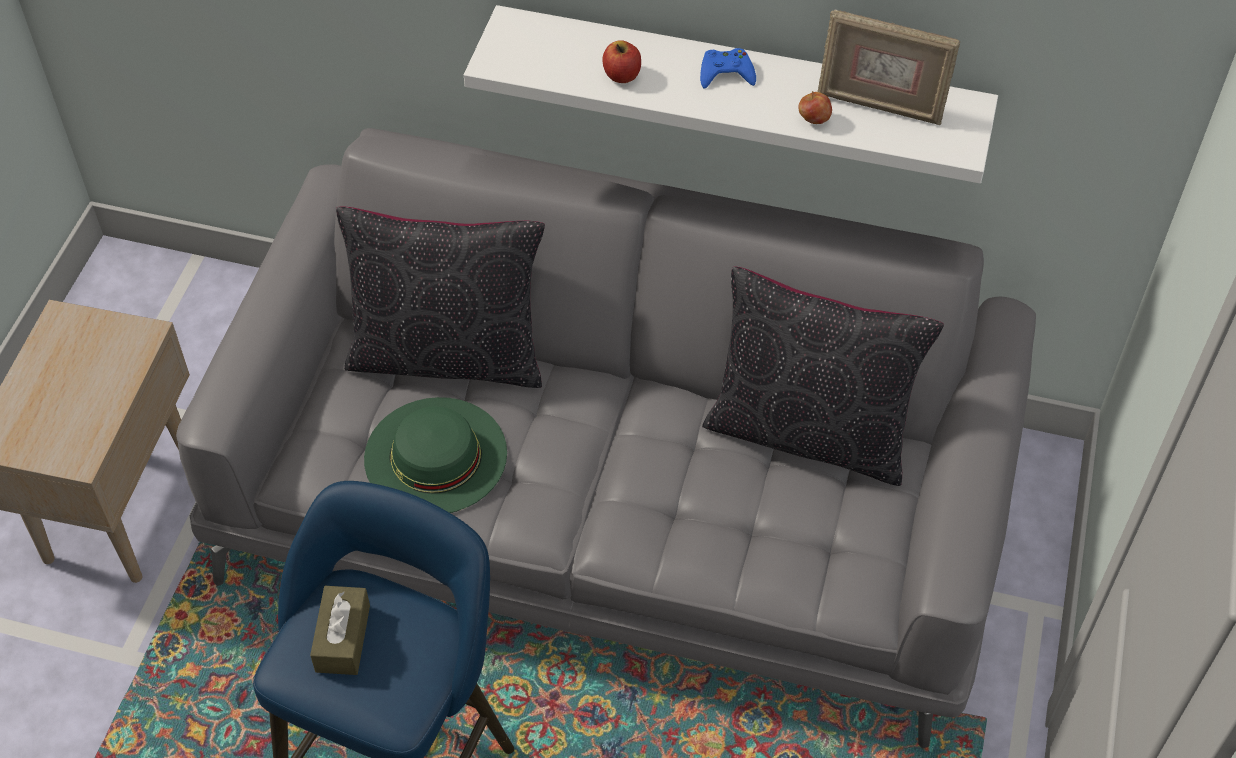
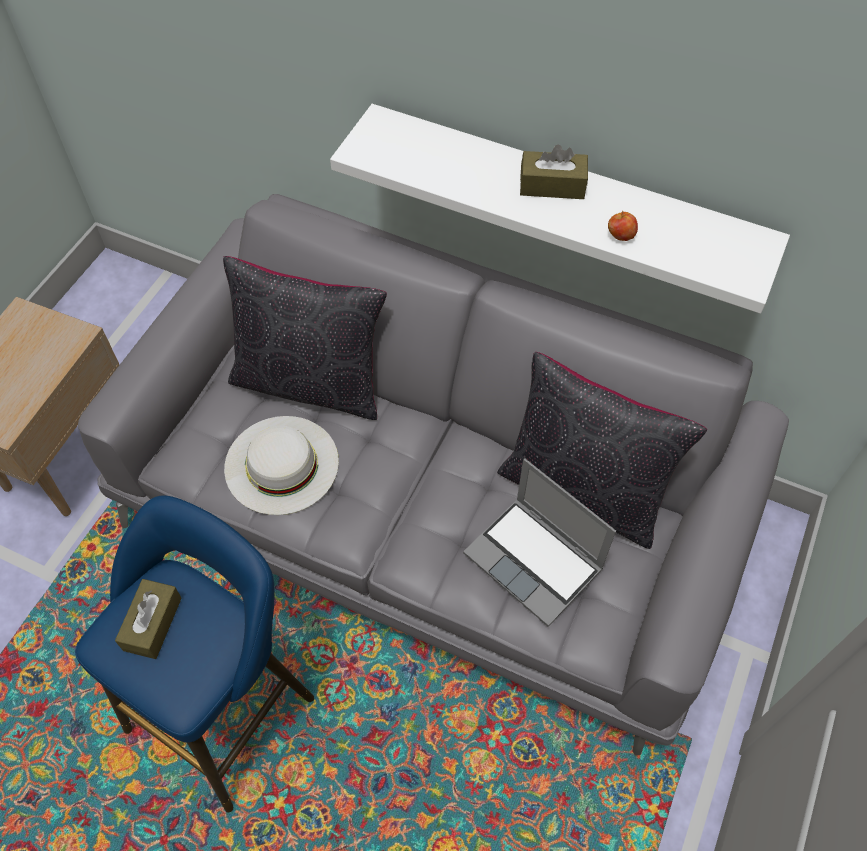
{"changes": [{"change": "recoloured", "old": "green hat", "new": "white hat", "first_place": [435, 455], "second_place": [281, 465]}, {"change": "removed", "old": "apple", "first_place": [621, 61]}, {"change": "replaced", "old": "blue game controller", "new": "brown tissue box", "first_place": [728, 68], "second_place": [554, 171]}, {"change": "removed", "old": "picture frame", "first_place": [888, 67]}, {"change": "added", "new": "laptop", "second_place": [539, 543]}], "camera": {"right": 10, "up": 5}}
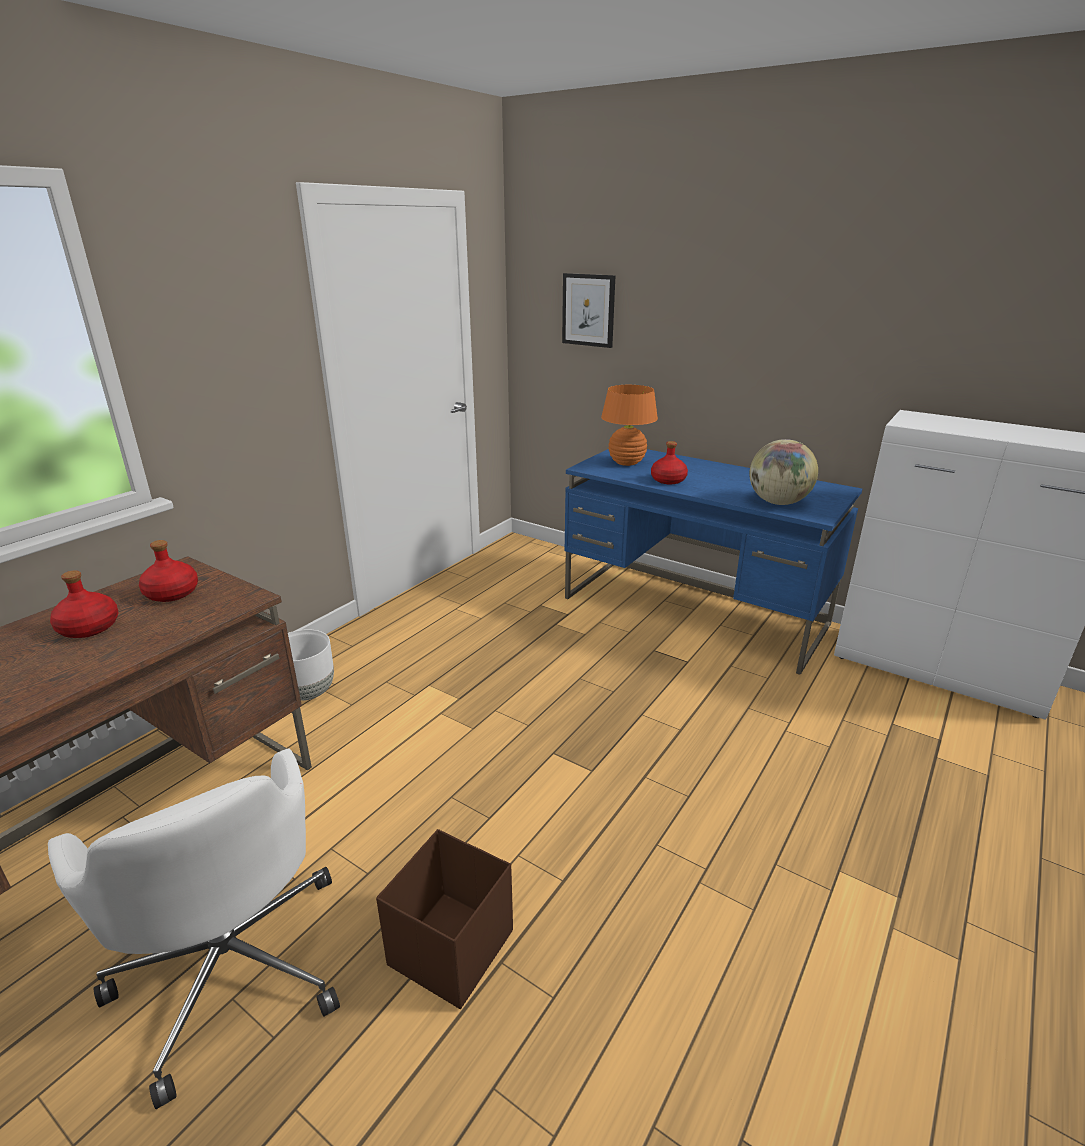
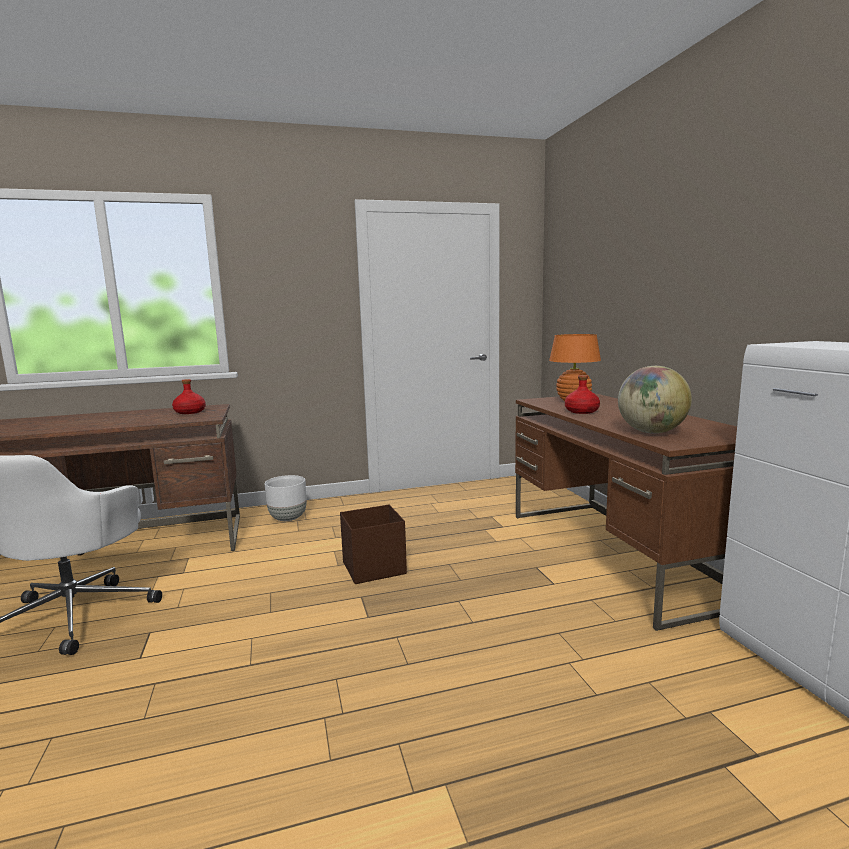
{"changes": [{"change": "removed", "old": "red bottle", "first_place": [84, 604]}, {"change": "moved", "old": "brown storage box", "first_place": [444, 919], "second_place": [373, 544]}, {"change": "removed", "old": "picture", "first_place": [588, 310]}, {"change": "recoloured", "old": "blue desk", "new": "brown desk", "first_place": [713, 562], "second_place": [626, 512]}], "camera": {"right": 40, "up": -15}}
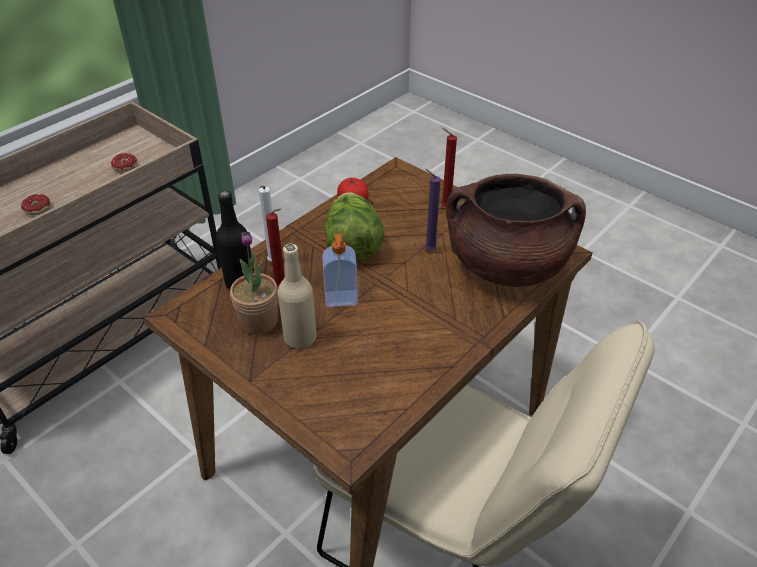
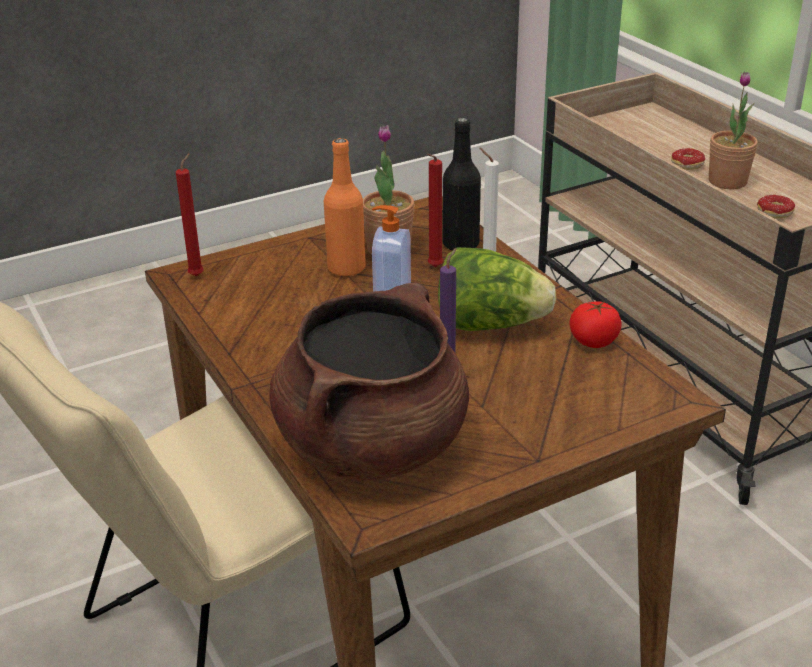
{"changes": [{"change": "recoloured", "old": "beige bottle", "new": "orange bottle", "first_place": [297, 296], "second_place": [345, 207]}, {"change": "moved", "old": "red candle", "first_place": [449, 167], "second_place": [190, 215]}, {"change": "added", "new": "potted plant", "second_place": [733, 130]}], "camera": {"right": 110, "up": -10}}
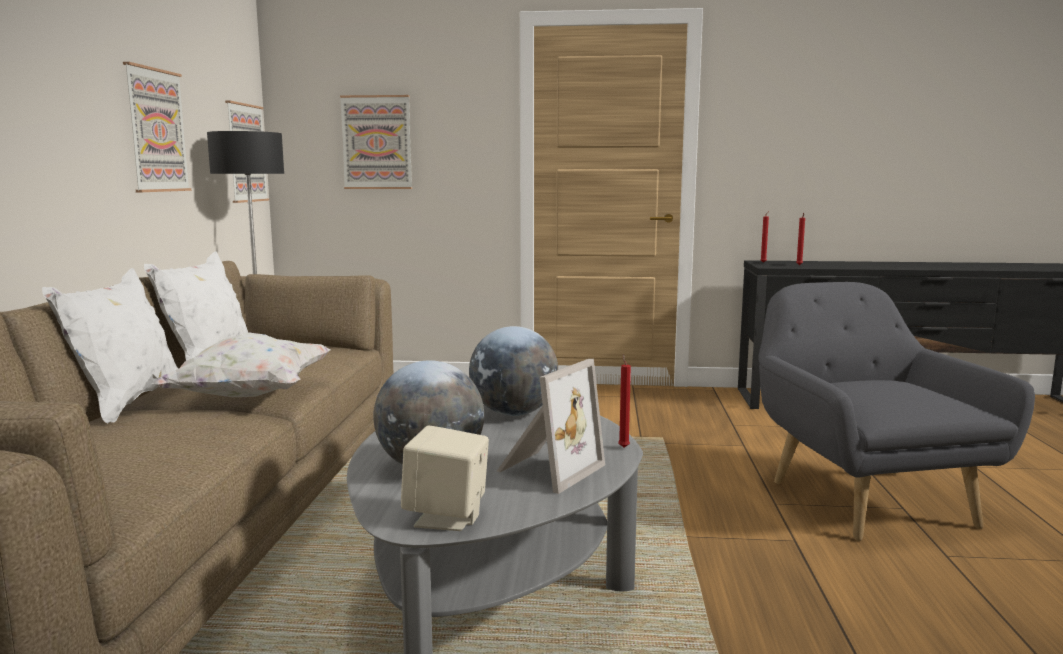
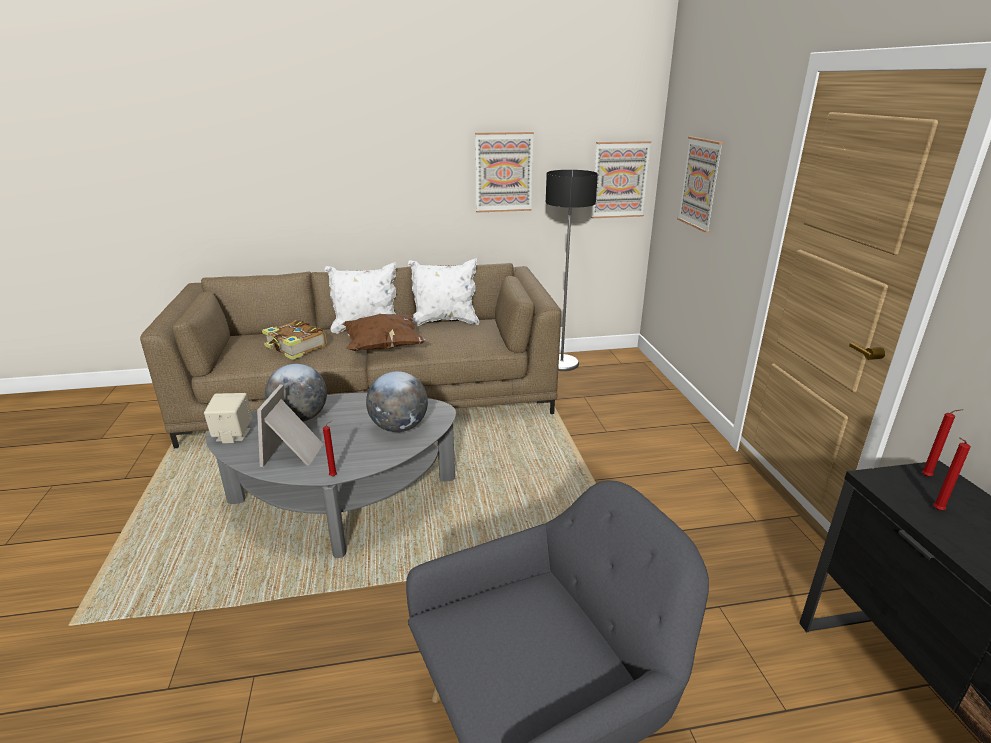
{"changes": [{"change": "recoloured", "old": "white pillow", "new": "brown pillow", "first_place": [240, 365], "second_place": [383, 332]}, {"change": "turned", "old": "picture frame", "first_place": [551, 426], "second_place": [290, 425], "degrees": 75}, {"change": "added", "new": "book", "second_place": [294, 340]}], "camera": {"right": 75, "up": 15}}
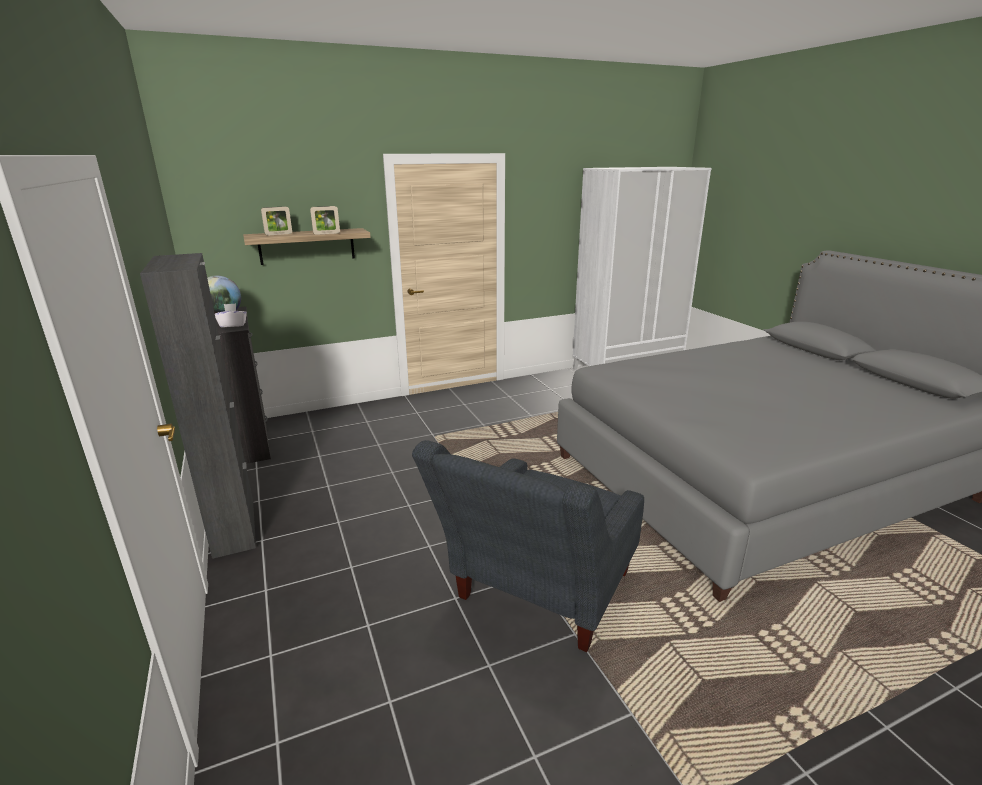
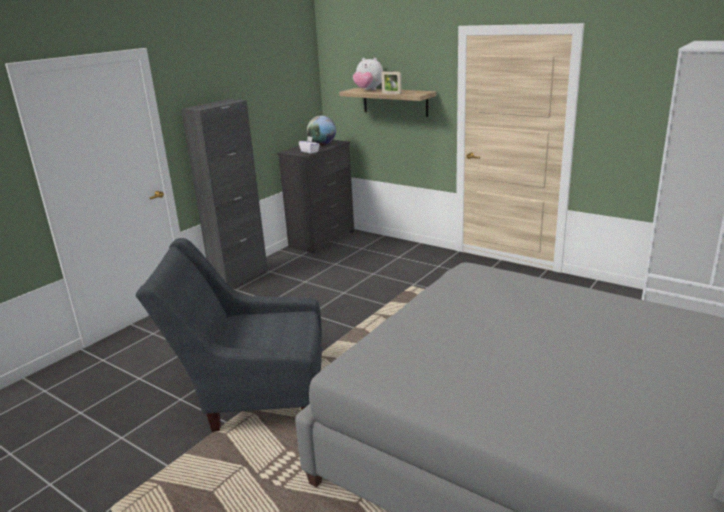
{"changes": [{"change": "replaced", "old": "picture frame", "new": "plush toy", "first_place": [276, 221], "second_place": [368, 74]}], "camera": {"right": 60, "up": 0}}
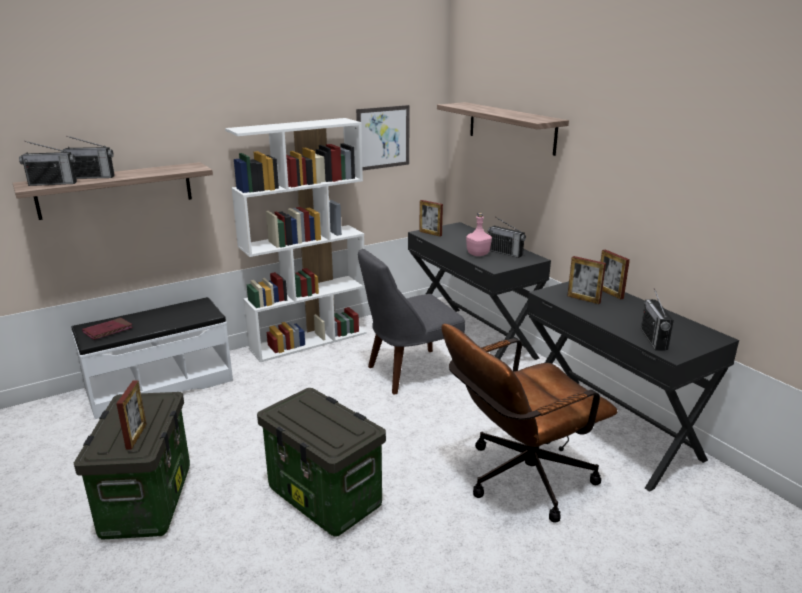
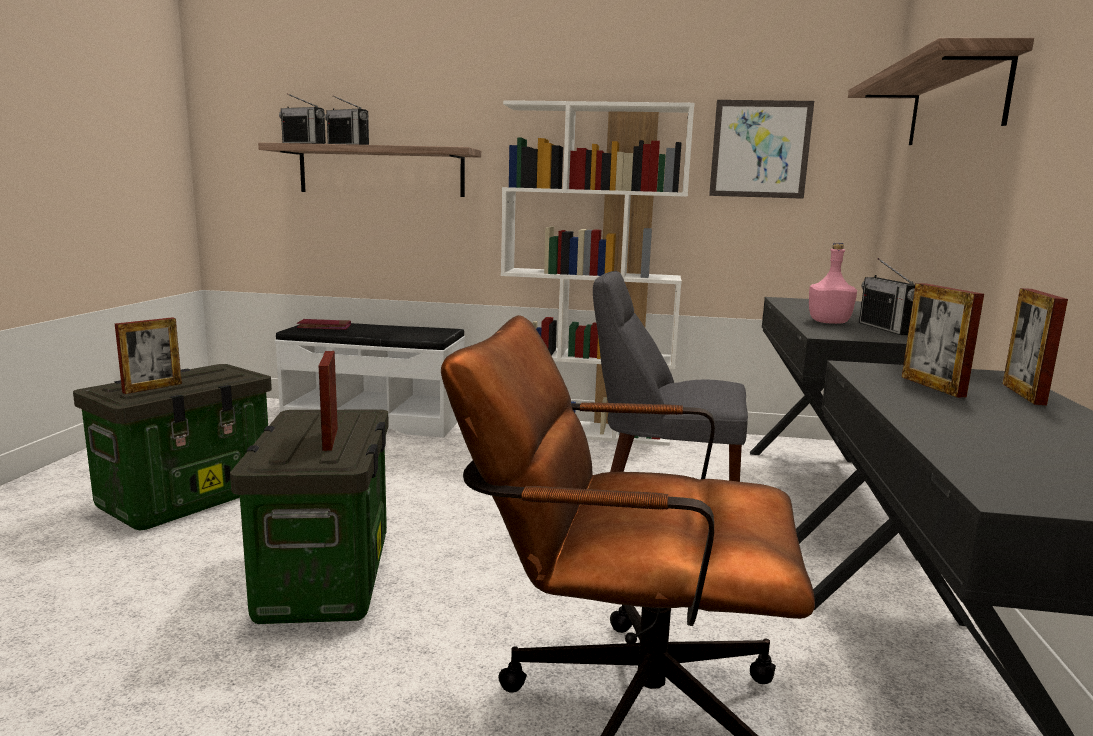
{"changes": [{"change": "moved", "old": "picture frame", "first_place": [431, 218], "second_place": [328, 401]}, {"change": "removed", "old": "radio", "first_place": [657, 319]}], "camera": {"right": 40, "up": -10}}
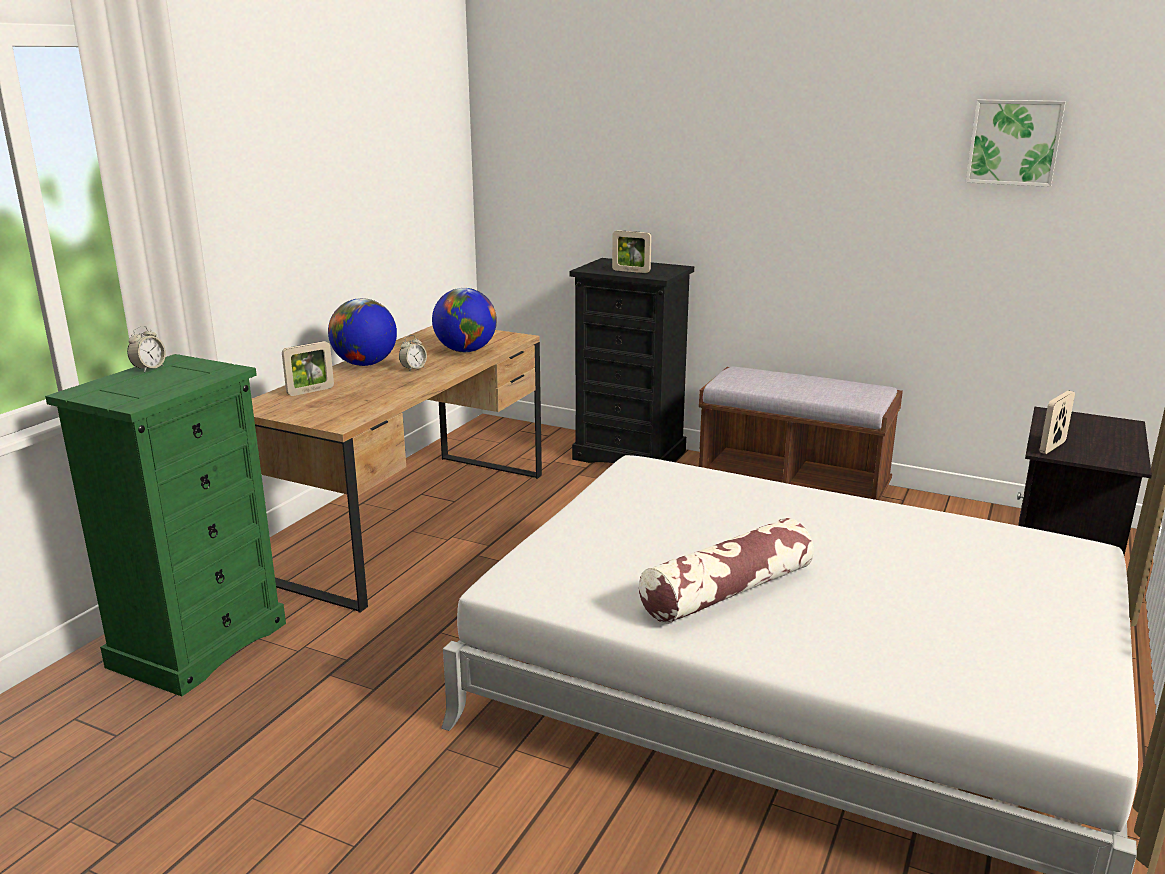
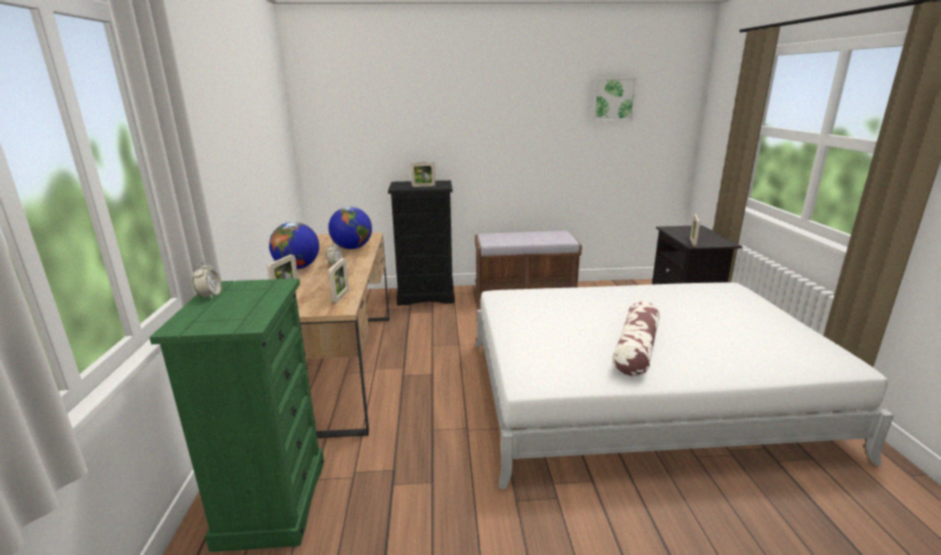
{"changes": [{"change": "added", "new": "picture frame", "second_place": [338, 281]}], "camera": {"right": -30, "up": 0}}
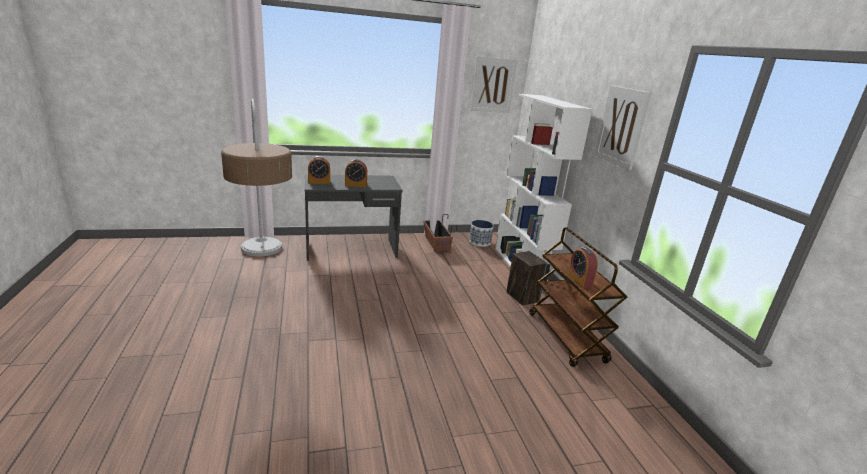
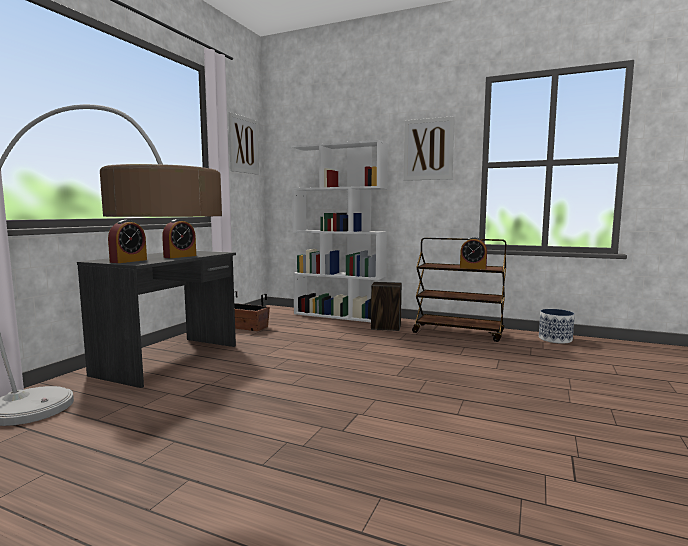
{"changes": [{"change": "moved", "old": "planter", "first_place": [481, 233], "second_place": [557, 326]}], "camera": {"right": -50, "up": -15}}
